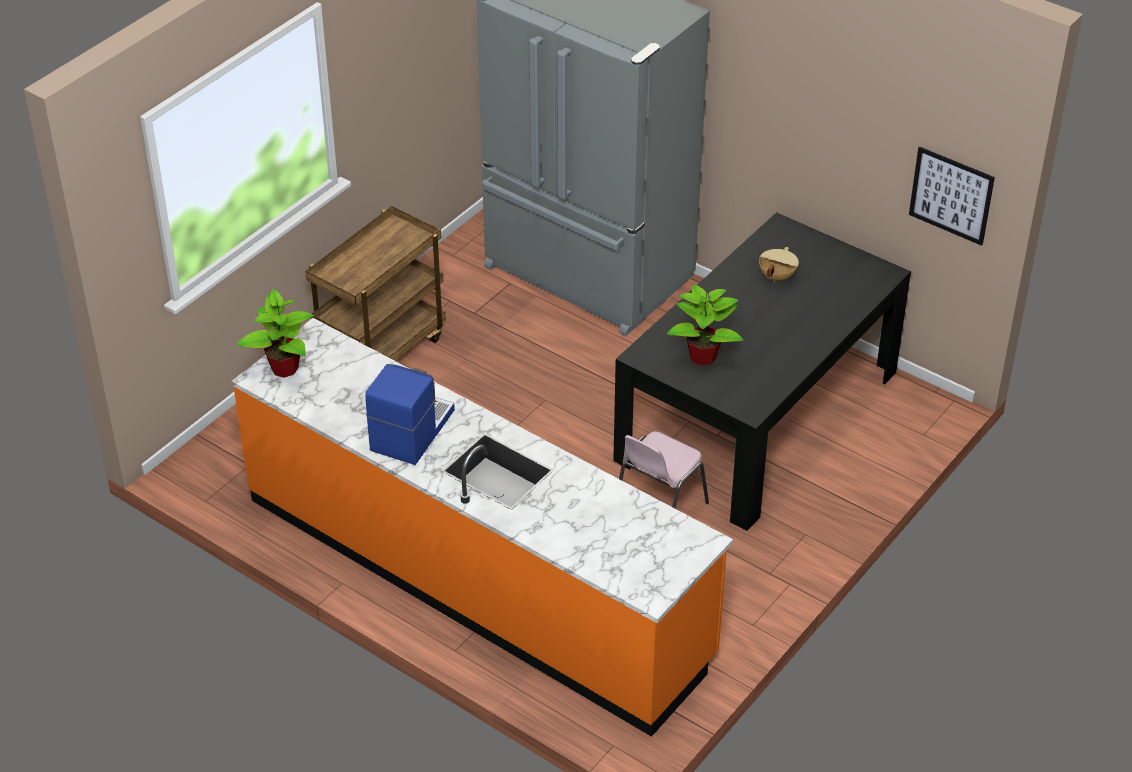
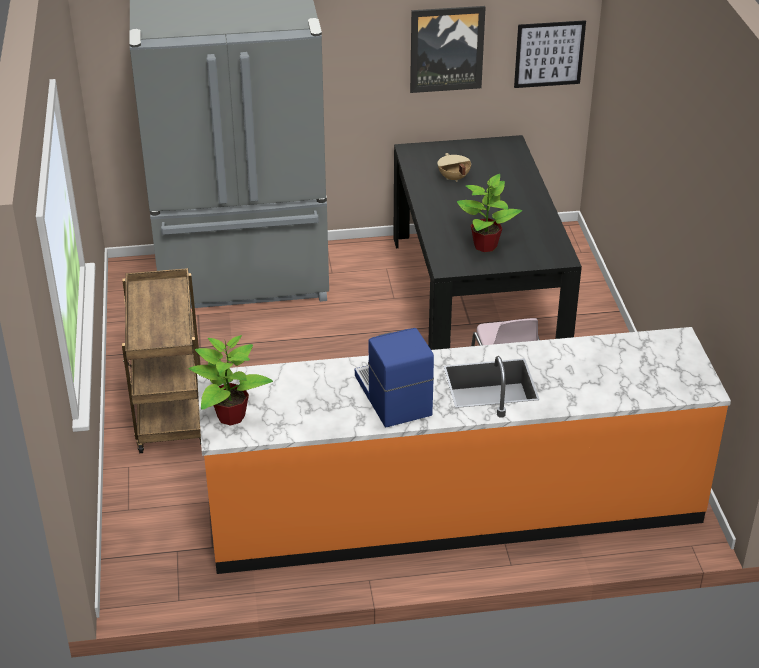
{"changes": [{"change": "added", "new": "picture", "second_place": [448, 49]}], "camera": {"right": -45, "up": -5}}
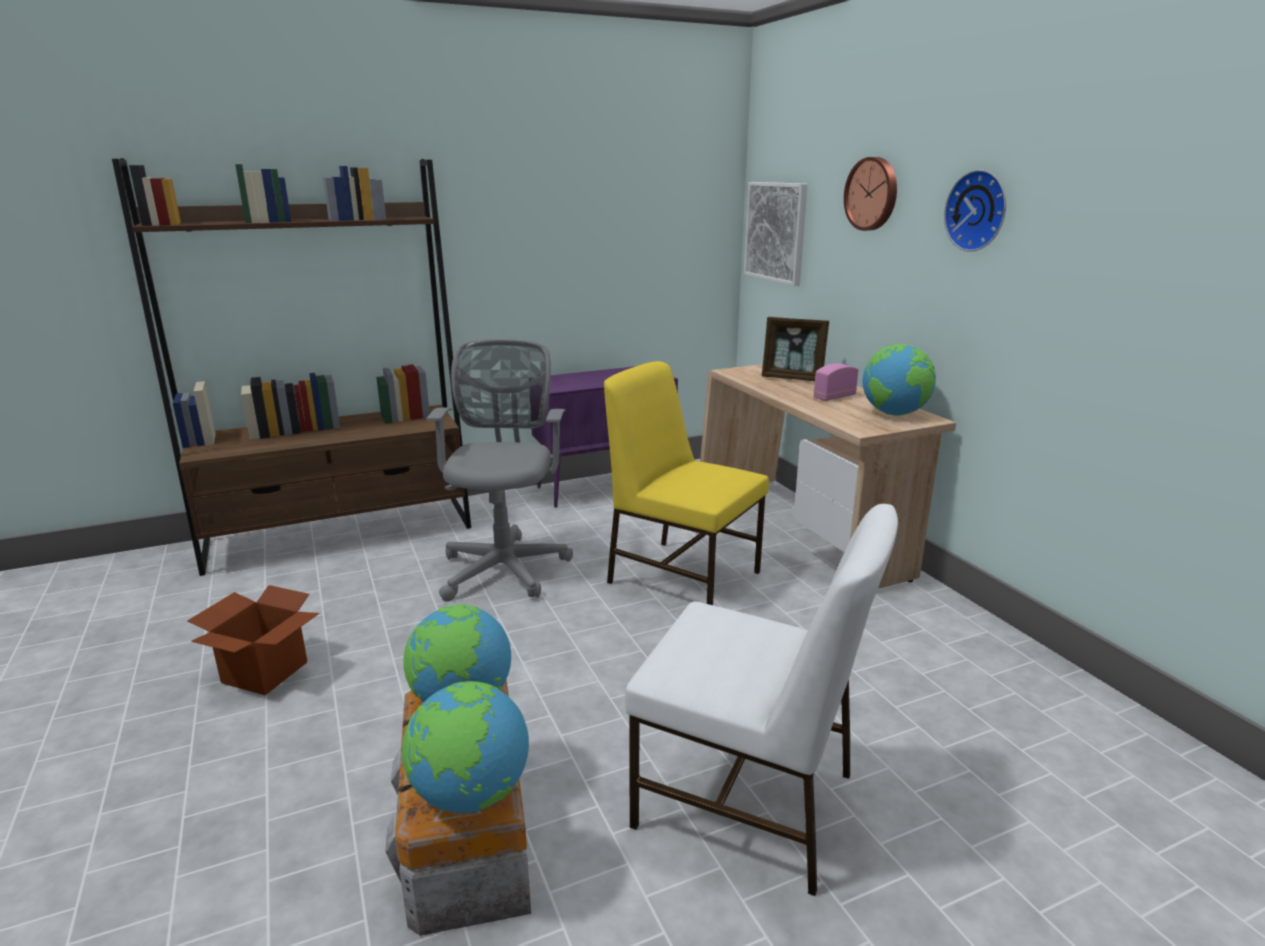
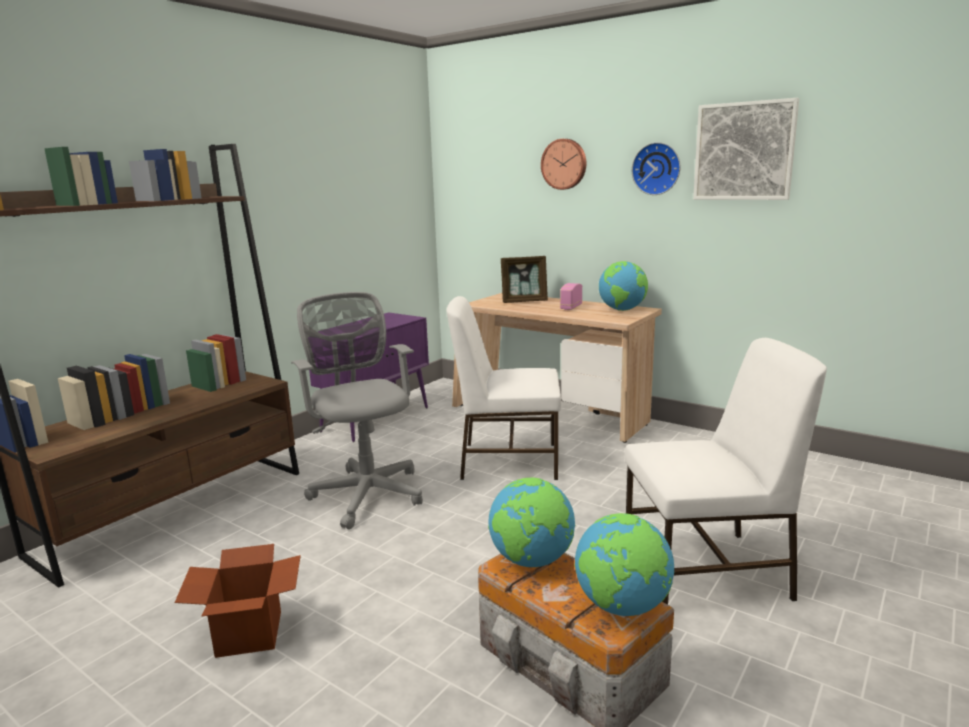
{"changes": [{"change": "recoloured", "old": "yellow chair", "new": "white chair", "first_place": [686, 483], "second_place": [503, 388]}, {"change": "moved", "old": "picture", "first_place": [776, 234], "second_place": [746, 149]}], "camera": {"right": -30, "up": -5}}
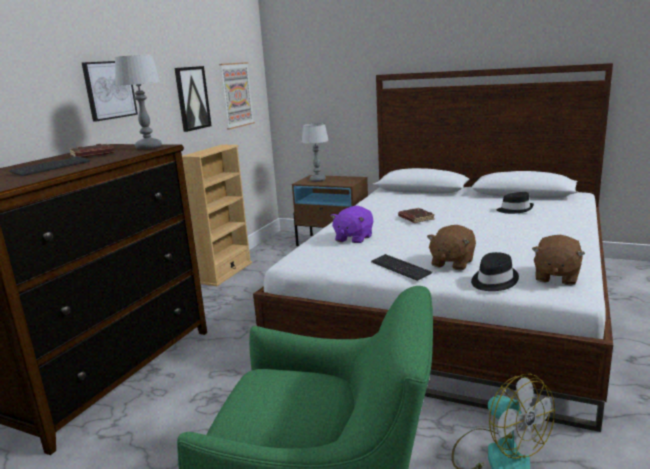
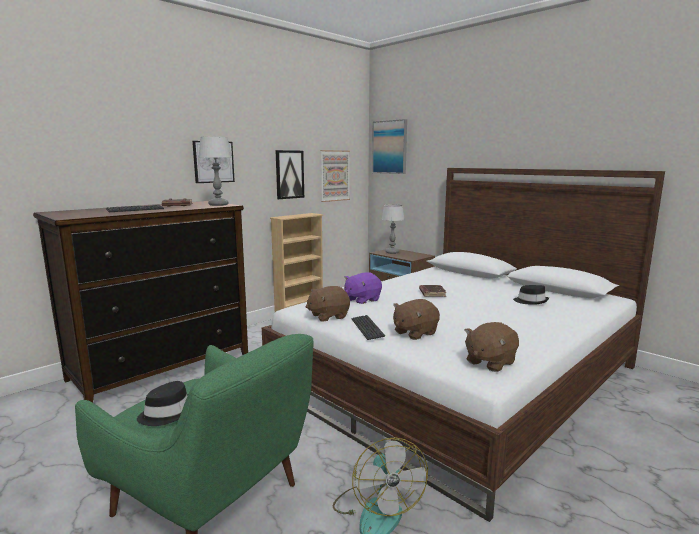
{"changes": [{"change": "moved", "old": "black hat", "first_place": [495, 271], "second_place": [162, 403]}, {"change": "added", "new": "brown plush toy", "second_place": [327, 304]}, {"change": "added", "new": "picture", "second_place": [389, 146]}], "camera": {"right": 20, "up": -5}}
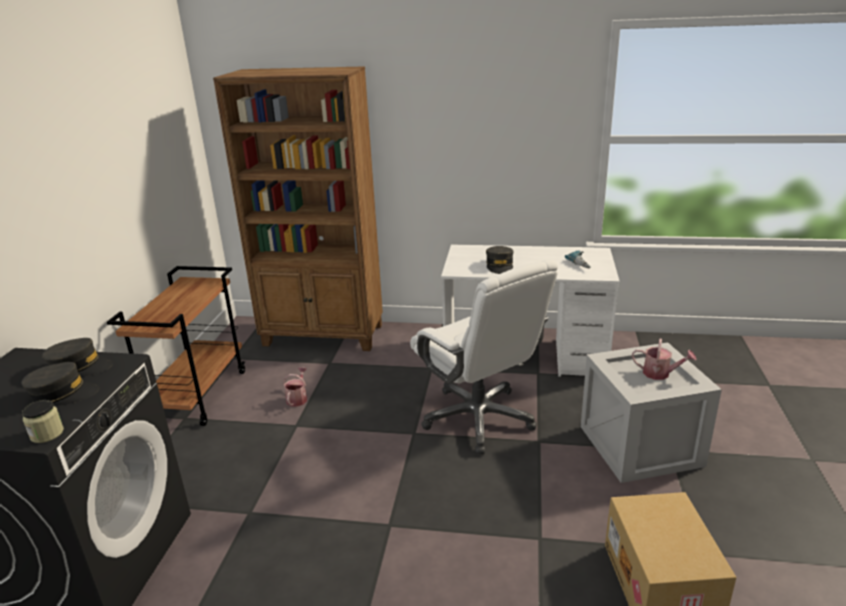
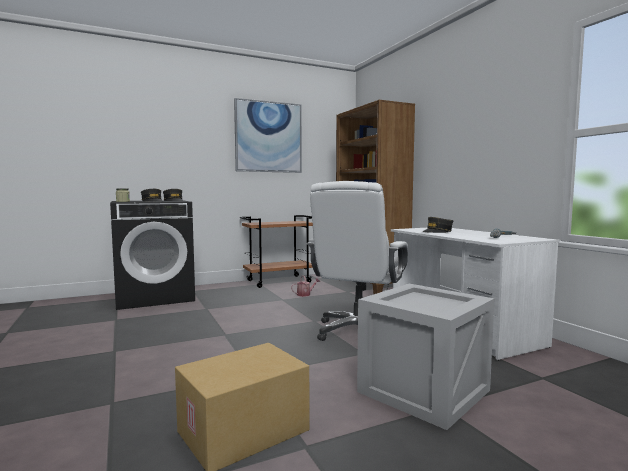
{"changes": [{"change": "removed", "old": "watering can", "first_place": [664, 359]}, {"change": "added", "new": "picture", "second_place": [268, 135]}], "camera": {"right": 55, "up": -20}}
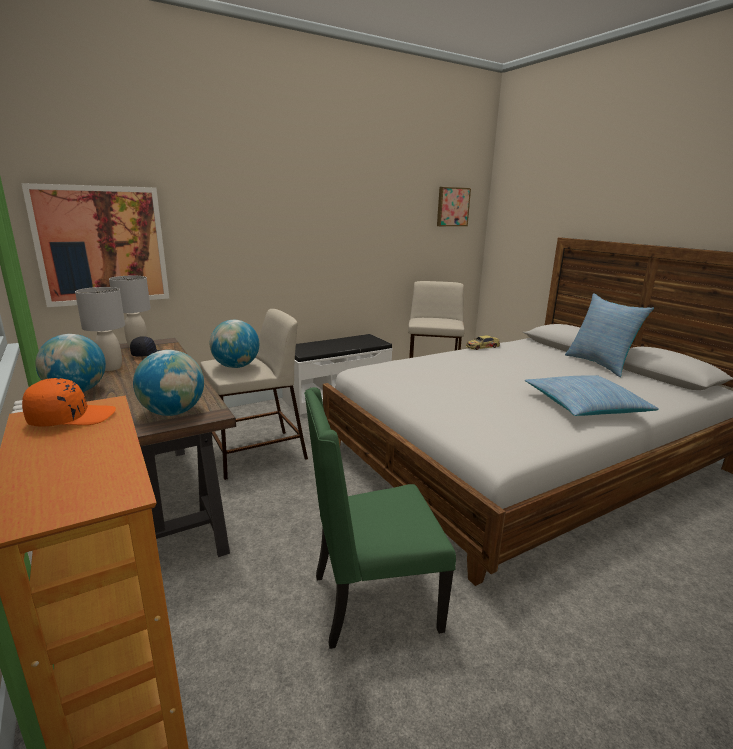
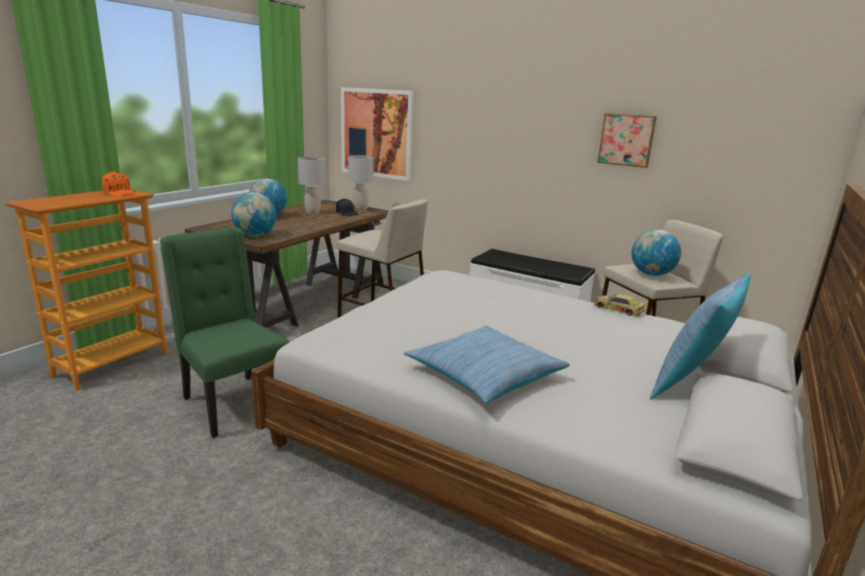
{"changes": [{"change": "moved", "old": "globe", "first_place": [234, 344], "second_place": [656, 253]}, {"change": "moved", "old": "picture", "first_place": [454, 206], "second_place": [627, 140]}], "camera": {"right": 60, "up": 0}}
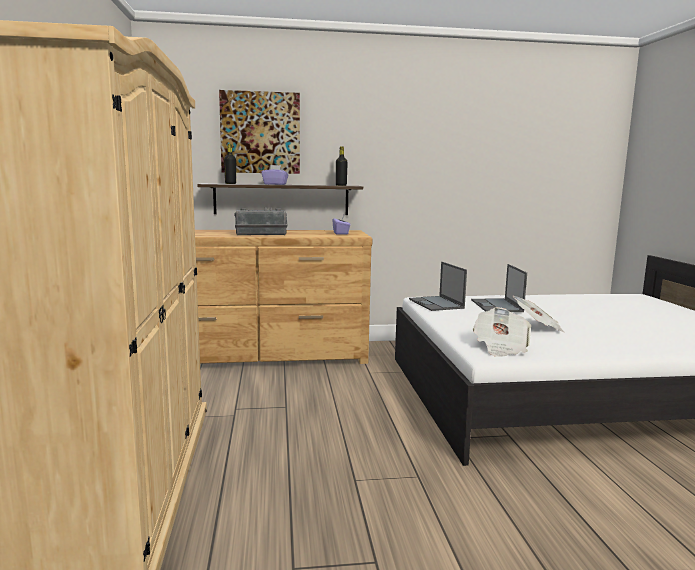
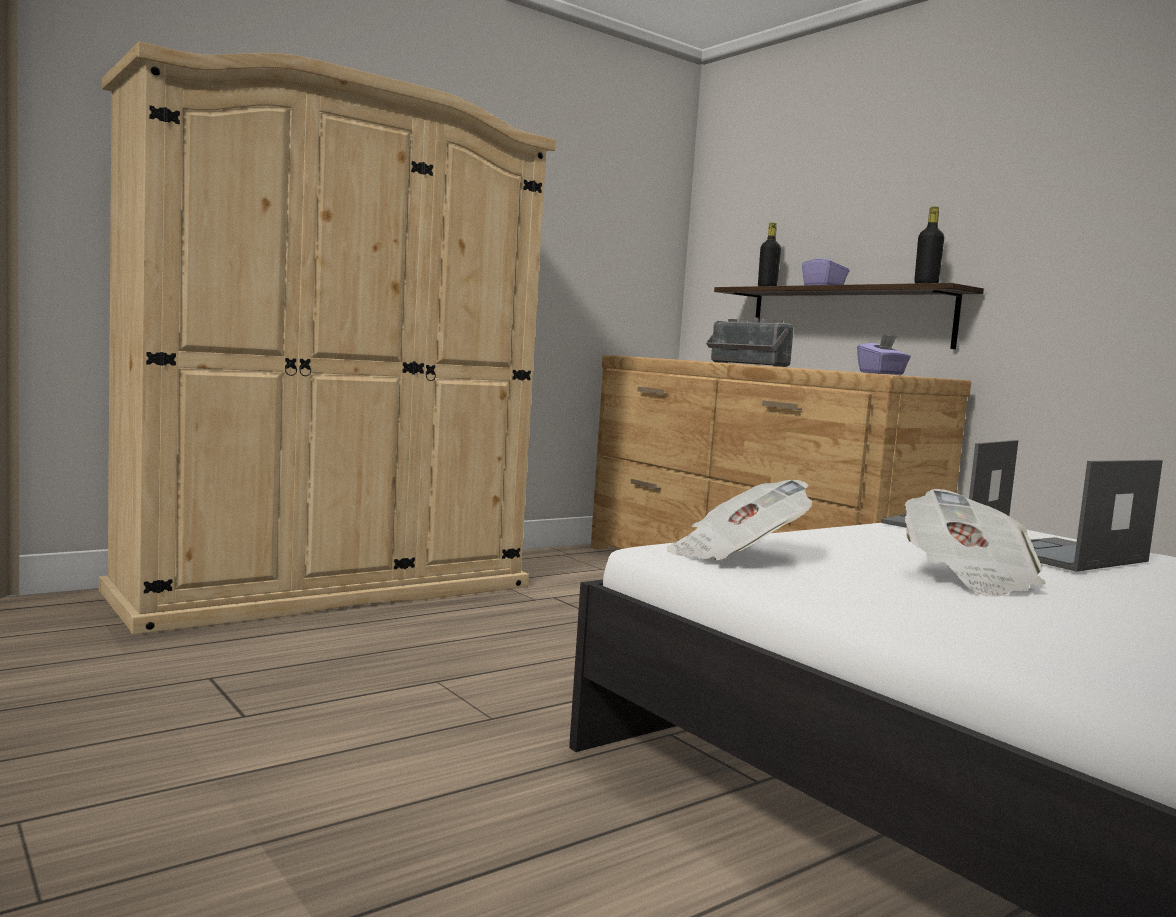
{"changes": [{"change": "removed", "old": "picture", "first_place": [259, 132]}], "camera": {"right": 60, "up": -5}}
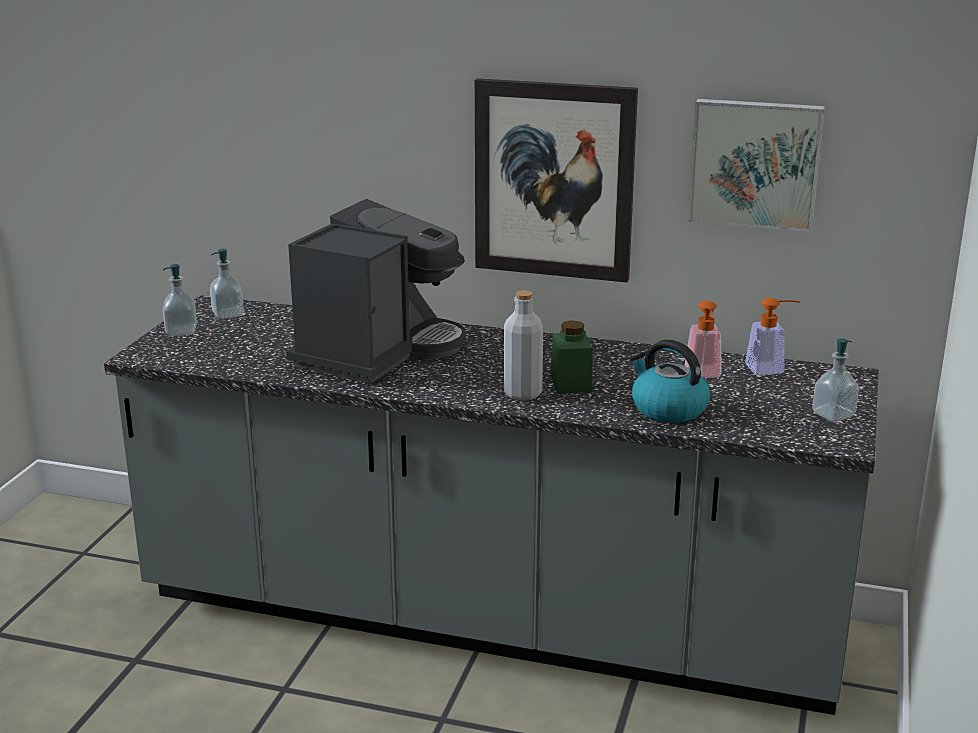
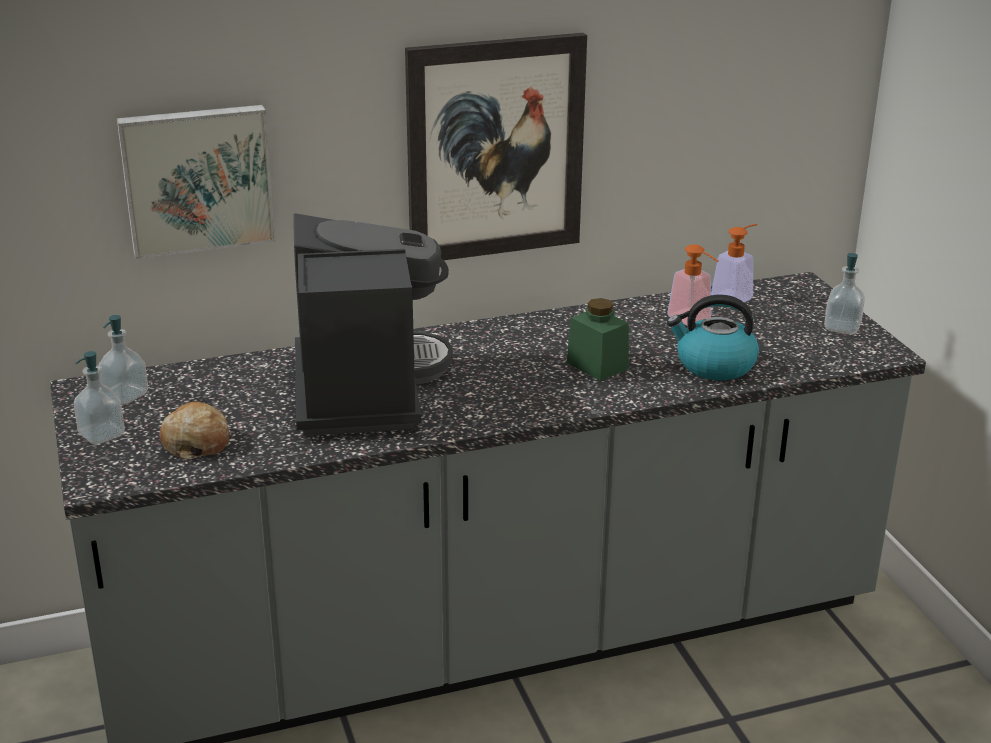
{"changes": [{"change": "removed", "old": "grey bottle", "first_place": [523, 345]}, {"change": "moved", "old": "picture", "first_place": [756, 165], "second_place": [196, 182]}, {"change": "added", "new": "bread", "second_place": [194, 431]}], "camera": {"right": -35, "up": 5}}
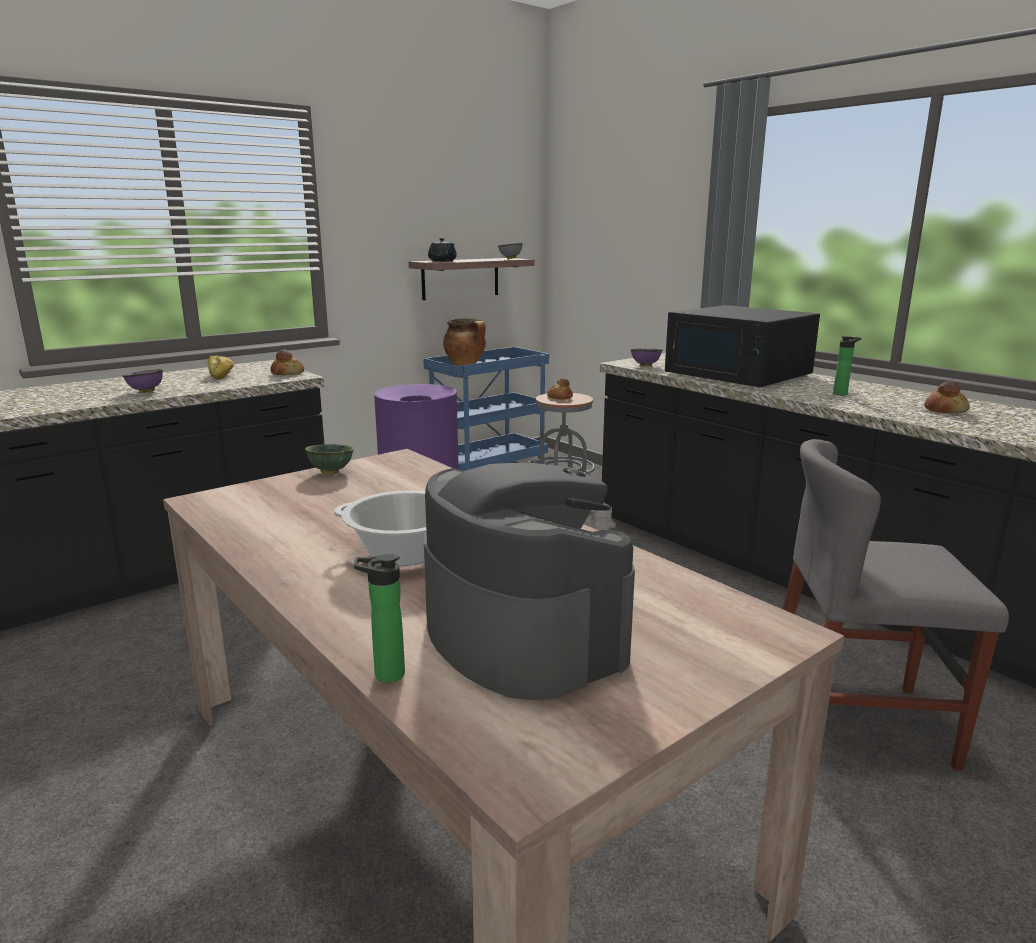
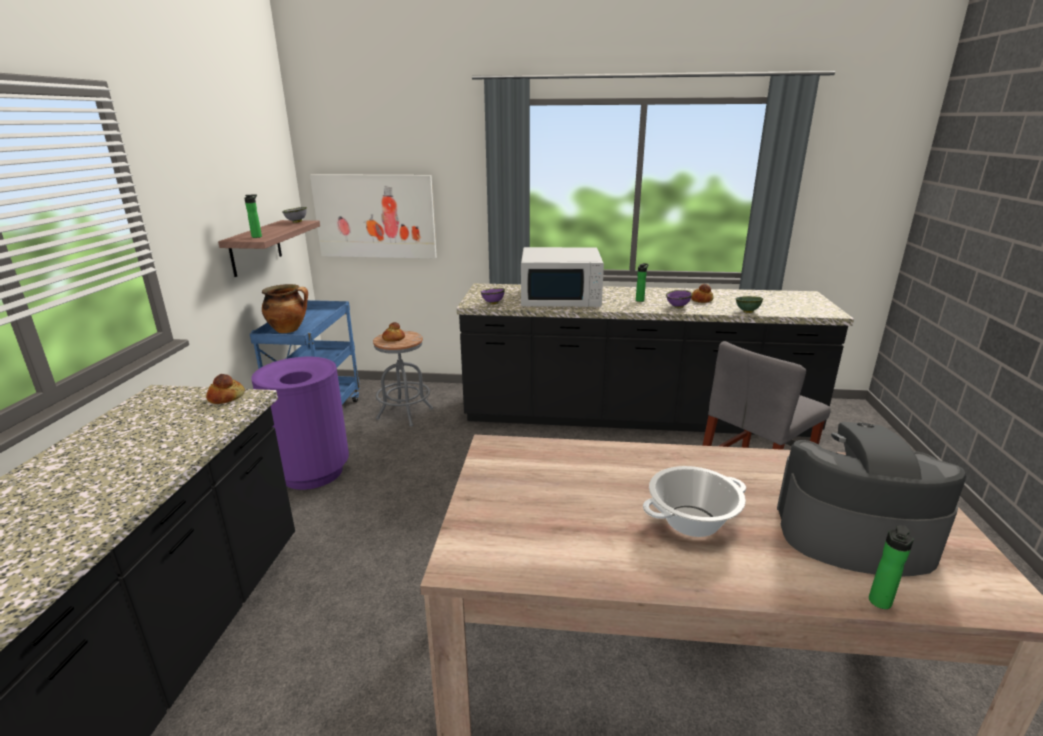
{"changes": [{"change": "moved", "old": "purple bowl", "first_place": [142, 381], "second_place": [679, 299]}, {"change": "removed", "old": "bread", "first_place": [220, 368]}, {"change": "moved", "old": "green bowl", "first_place": [329, 459], "second_place": [749, 304]}, {"change": "replaced", "old": "black teapot", "new": "bottle", "first_place": [442, 250], "second_place": [253, 216]}, {"change": "recoloured", "old": "black microwave", "new": "white microwave", "first_place": [742, 346], "second_place": [562, 277]}, {"change": "added", "new": "picture", "second_place": [373, 216]}], "camera": {"right": -45, "up": 5}}
